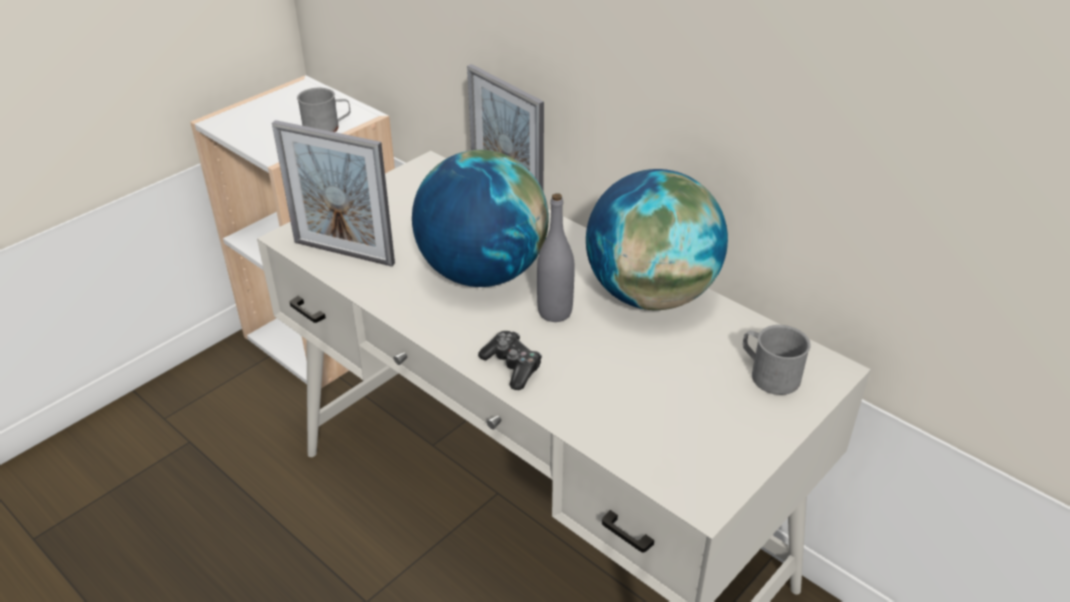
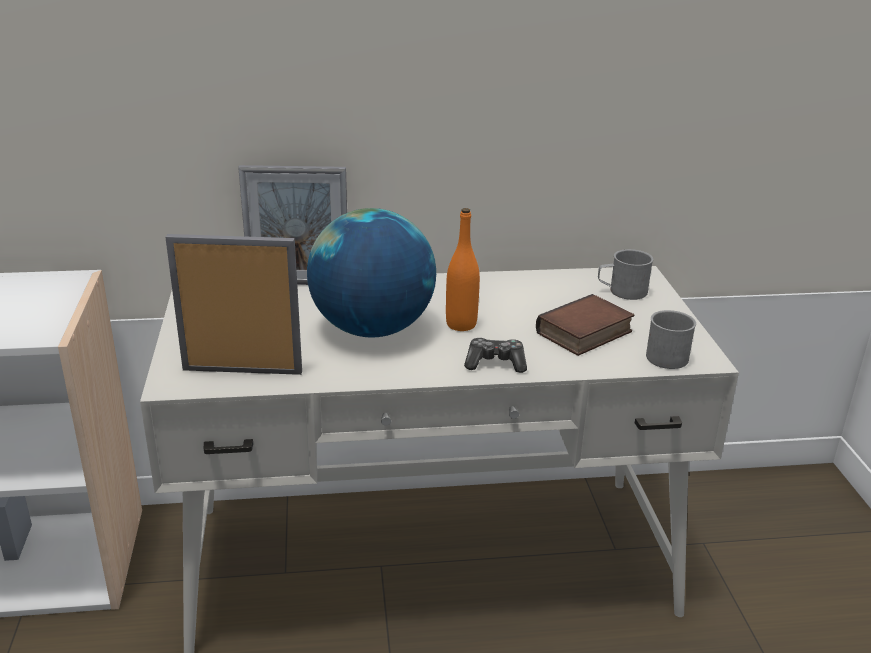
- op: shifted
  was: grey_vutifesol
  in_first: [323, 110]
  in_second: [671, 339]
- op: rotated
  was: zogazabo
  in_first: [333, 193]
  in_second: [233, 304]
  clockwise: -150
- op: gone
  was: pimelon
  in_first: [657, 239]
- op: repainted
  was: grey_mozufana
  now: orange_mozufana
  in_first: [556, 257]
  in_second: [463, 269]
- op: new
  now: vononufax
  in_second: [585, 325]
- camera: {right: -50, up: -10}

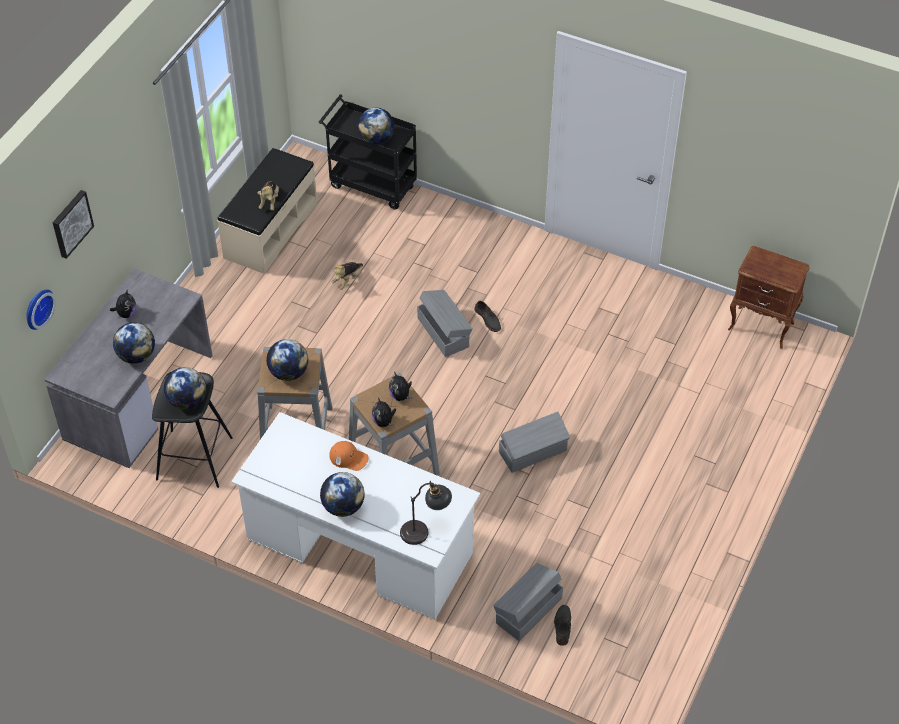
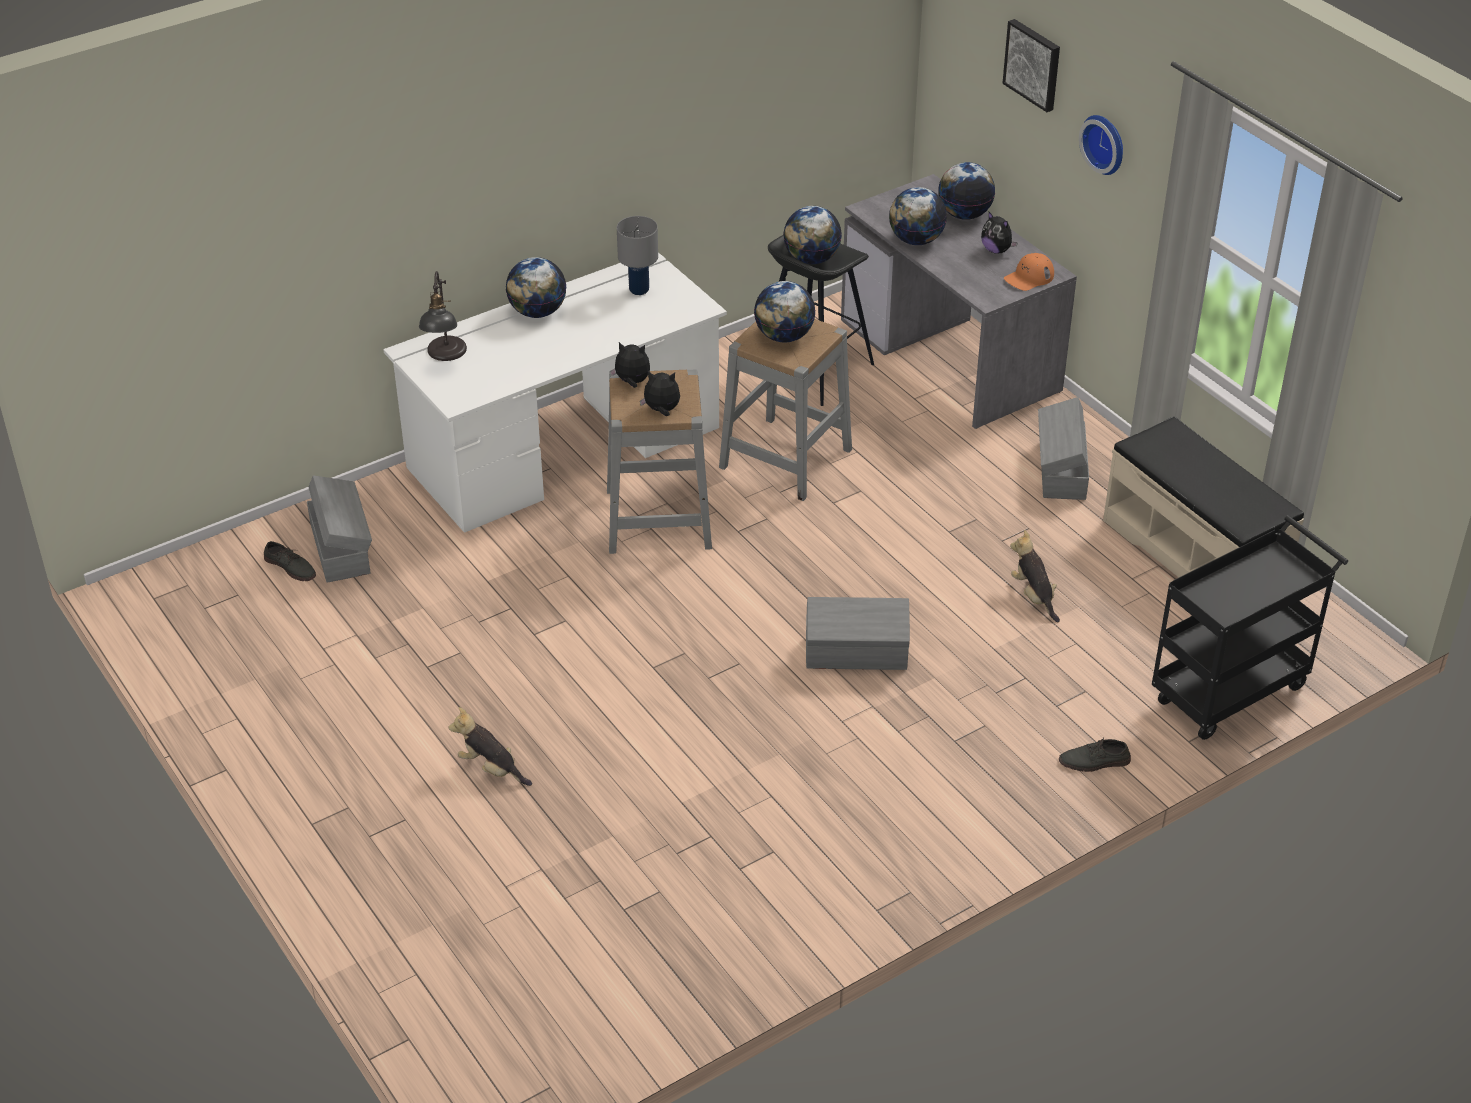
- op: shifted
  was: pimelon
  in_first: [375, 126]
  in_second: [966, 191]
- op: shifted
  was: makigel
  in_first: [268, 196]
  in_second: [490, 746]
- op: gone
  was: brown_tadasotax
  in_first: [769, 297]
- op: shifted
  was: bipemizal
  in_first: [41, 309]
  in_second: [1101, 145]
- op: shifted
  was: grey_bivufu
  in_first: [488, 316]
  in_second: [1095, 755]
- op: shifted
  was: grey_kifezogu
  in_first: [534, 442]
  in_second: [1063, 448]
- op: shifted
  was: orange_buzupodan
  in_first: [349, 456]
  in_second: [1029, 272]
- op: new
  now: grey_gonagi
  in_second: [637, 255]
- camera: {right: 120, up: -10}

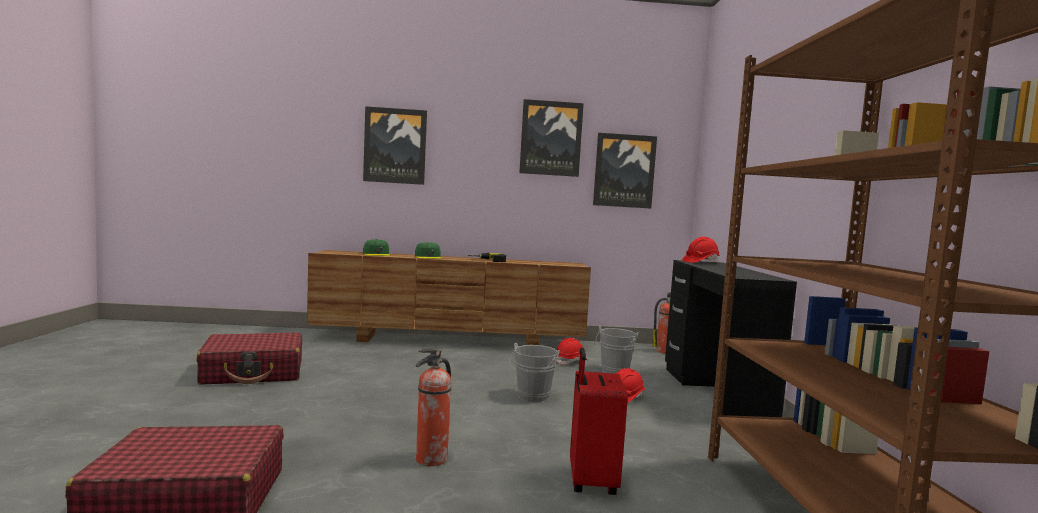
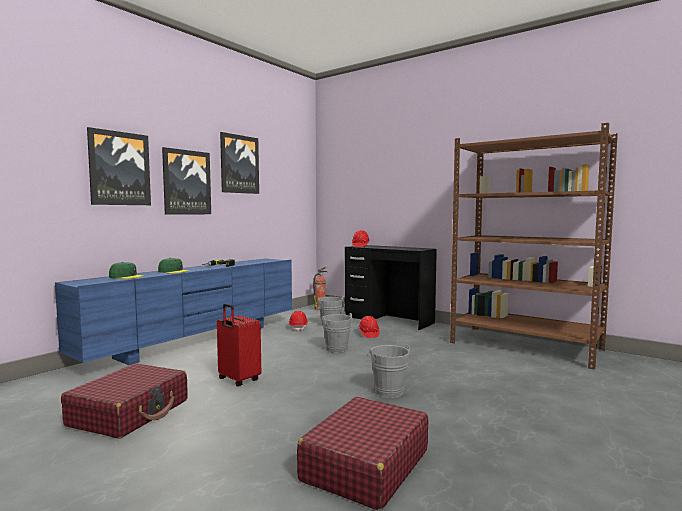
- op: shifted
  was: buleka
  in_first: [625, 170]
  in_second: [186, 181]
- op: repainted
  was: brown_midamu
  now: blue_midamu
  in_first: [449, 297]
  in_second: [173, 311]
- op: shifted
  was: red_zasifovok
  in_first: [599, 421]
  in_second: [239, 345]
- op: swapped
  was: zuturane
  now: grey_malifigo
  in_first: [433, 407]
  in_second: [388, 371]
- camera: {right: -50, up: 0}

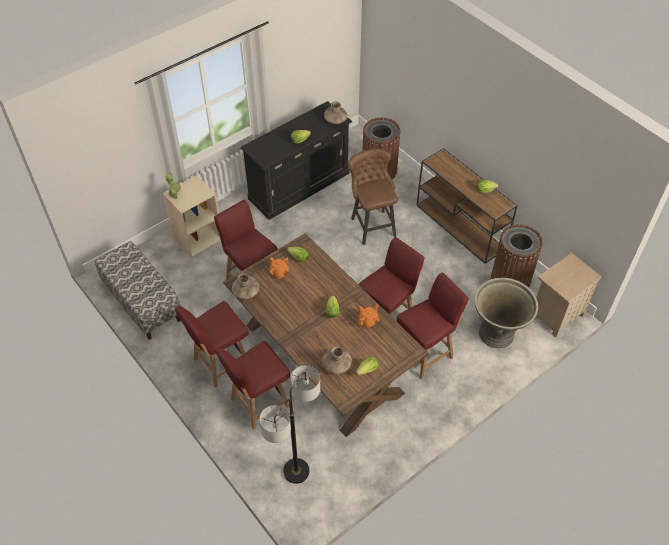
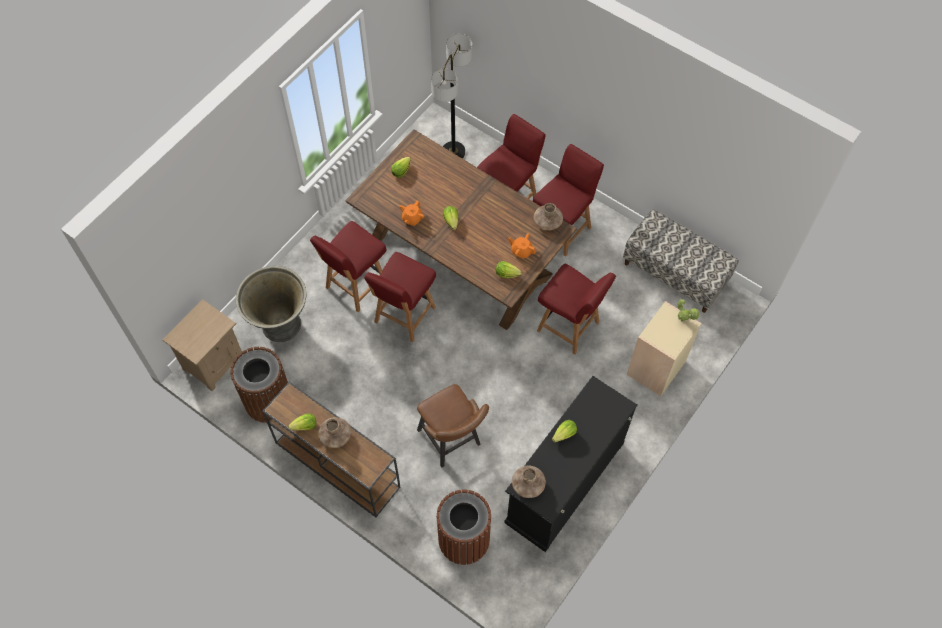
- op: shifted
  was: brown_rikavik
  in_first: [337, 360]
  in_second: [335, 432]
- camera: {right: 165, up: 10}

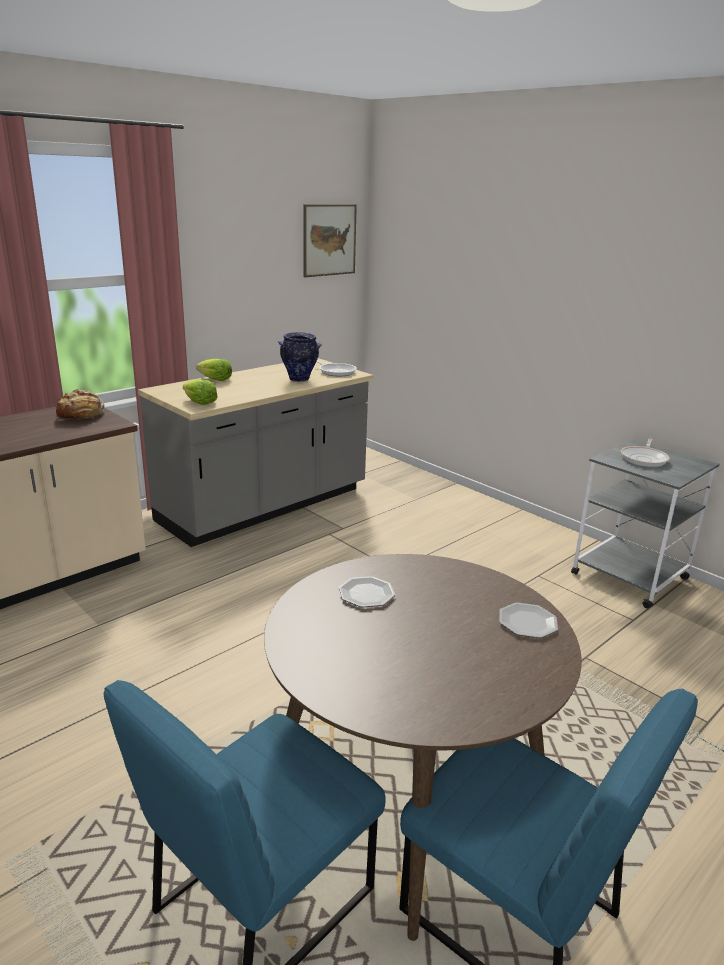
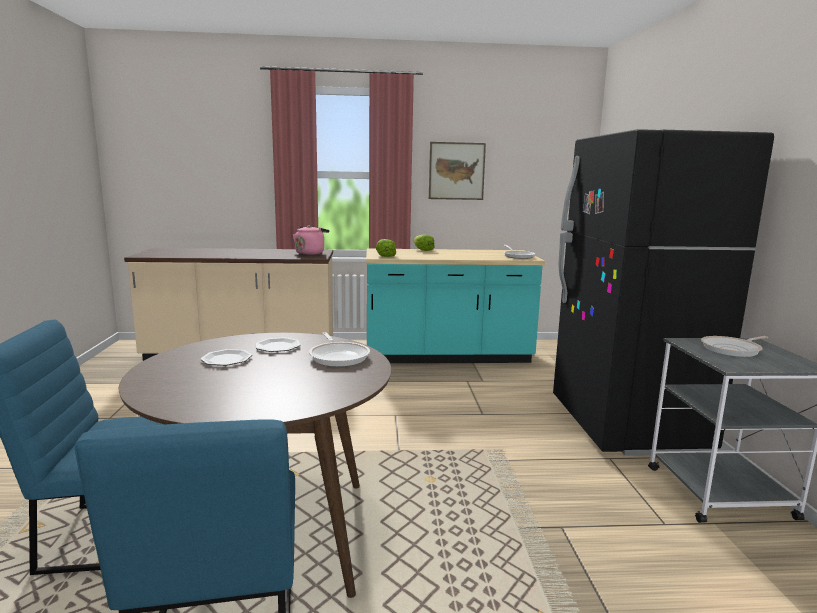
- op: shifted
  was: buleka
  in_first: [330, 240]
  in_second: [457, 171]
- op: gone
  was: rikavik
  in_first: [300, 357]
- op: repainted
  was: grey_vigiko
  now: turquoise_vigiko
  in_first: [255, 452]
  in_second: [455, 305]
- op: swapped
  was: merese
  now: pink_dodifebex
  in_first: [80, 405]
  in_second: [311, 240]
- op: shifted
  was: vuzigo
  in_first: [528, 620]
  in_second: [226, 357]
- op: new
  now: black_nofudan
  in_second: [663, 292]
- op: new
  now: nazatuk
  in_second: [339, 349]
- camera: {right: 40, up: -10}

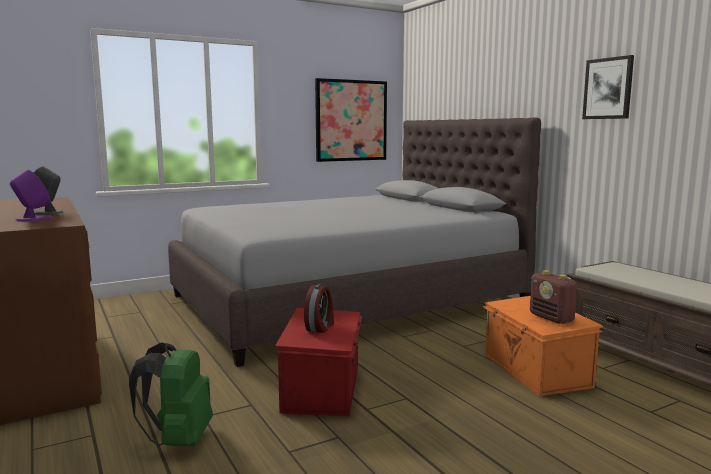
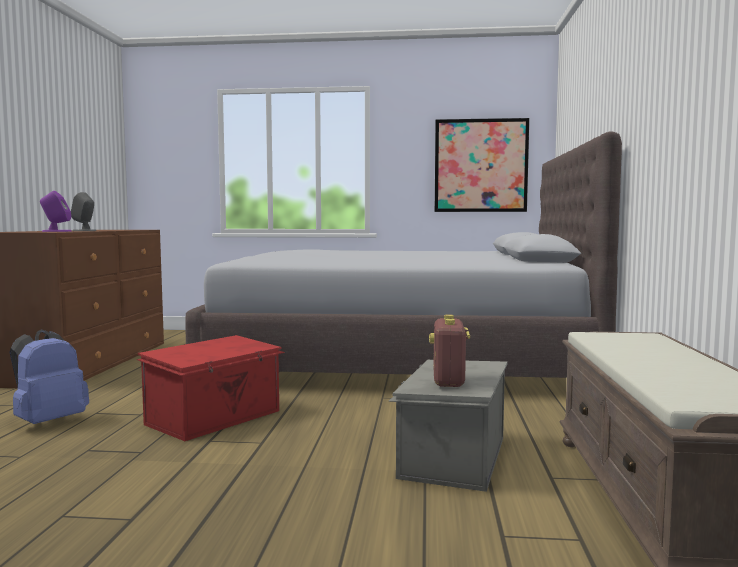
- op: gone
  was: buleka
  in_first: [608, 87]
- op: gone
  was: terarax
  in_first: [319, 308]
- op: repainted
  was: orange_kifezogu
  now: grey_kifezogu
  in_first: [542, 346]
  in_second: [448, 426]
- op: repainted
  was: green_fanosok
  now: blue_fanosok
  in_first: [171, 394]
  in_second: [49, 377]
- camera: {right: 35, up: -5}

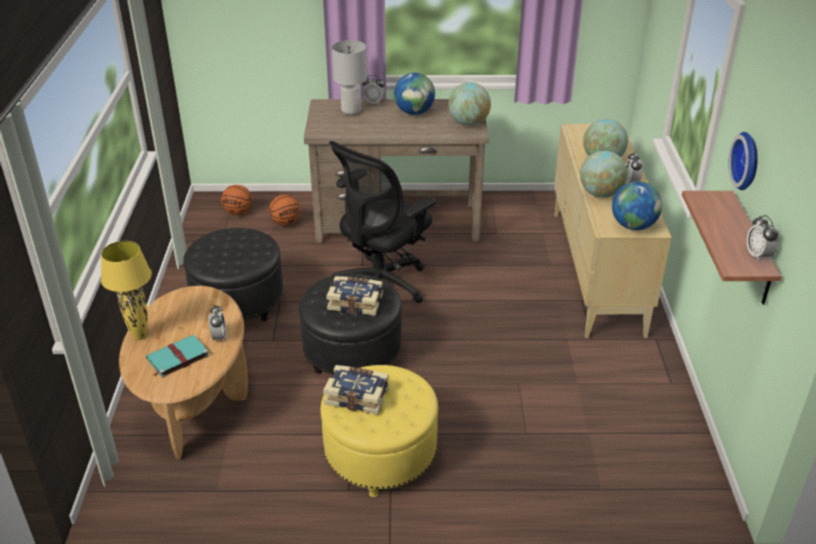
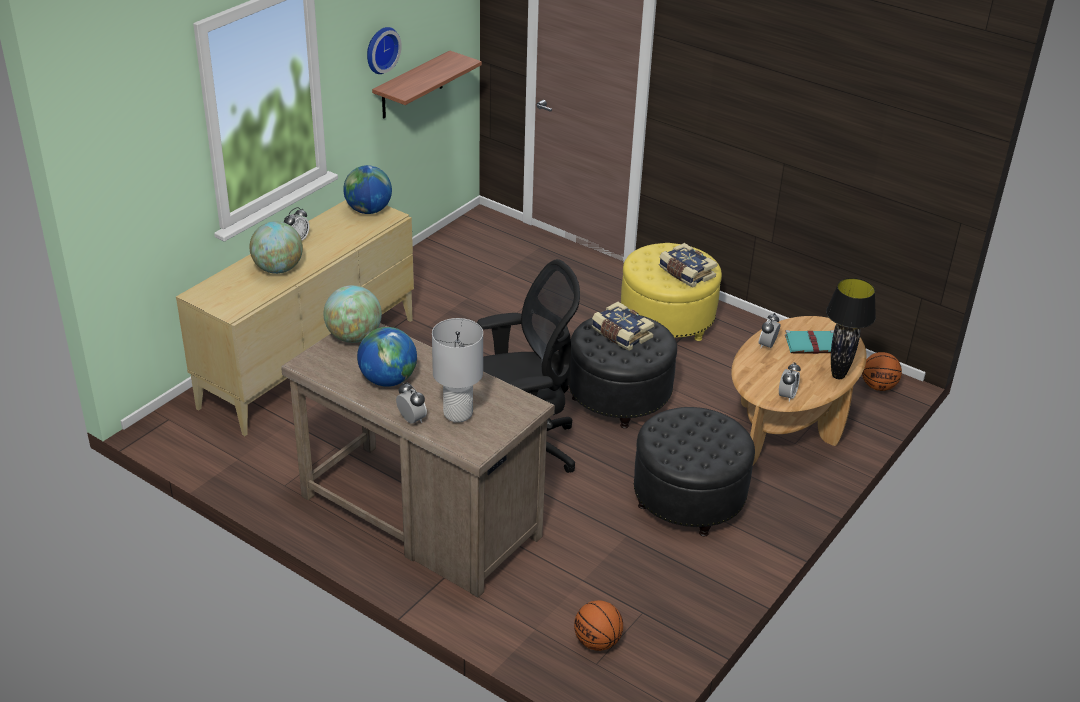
- op: gone
  was: pimelon
  in_first: [604, 174]
- op: shifted
  was: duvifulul
  in_first: [284, 210]
  in_second: [882, 371]
- op: shifted
  was: terarax
  in_first: [763, 238]
  in_second: [790, 382]
- op: repainted
  was: yellow_gonagi
  now: black_gonagi
  in_first: [126, 290]
  in_second: [851, 328]
- camera: {right: -145, up: 0}

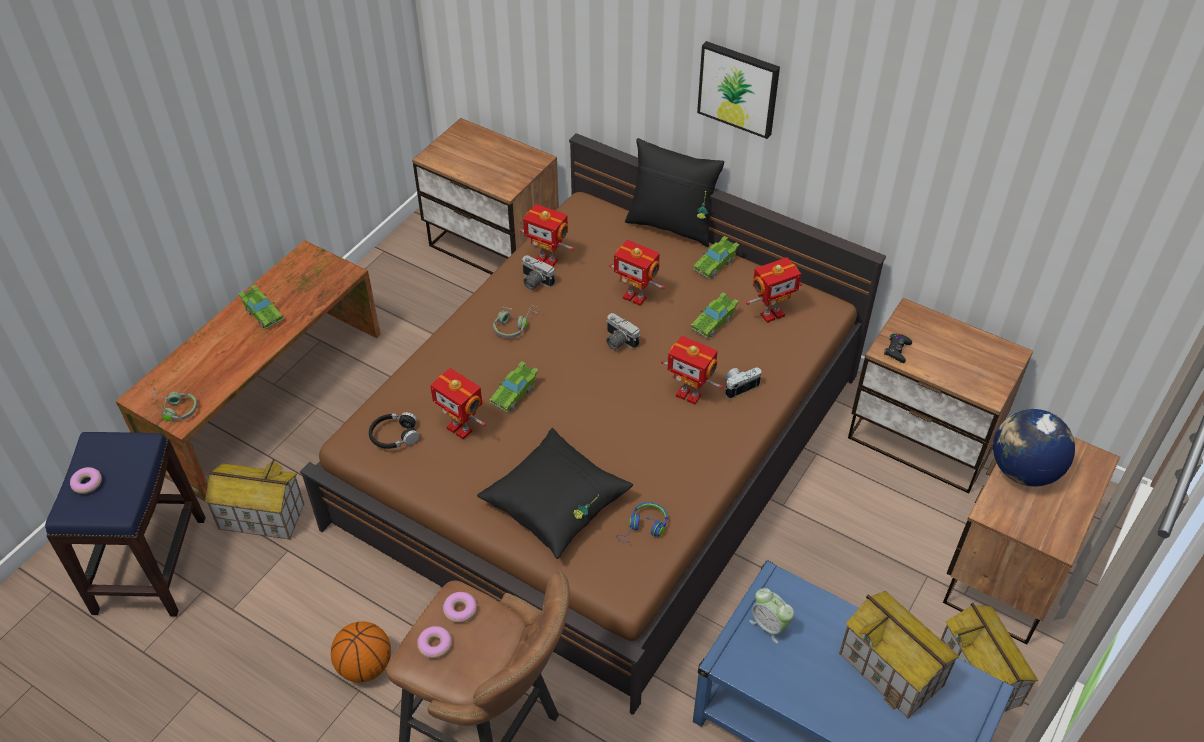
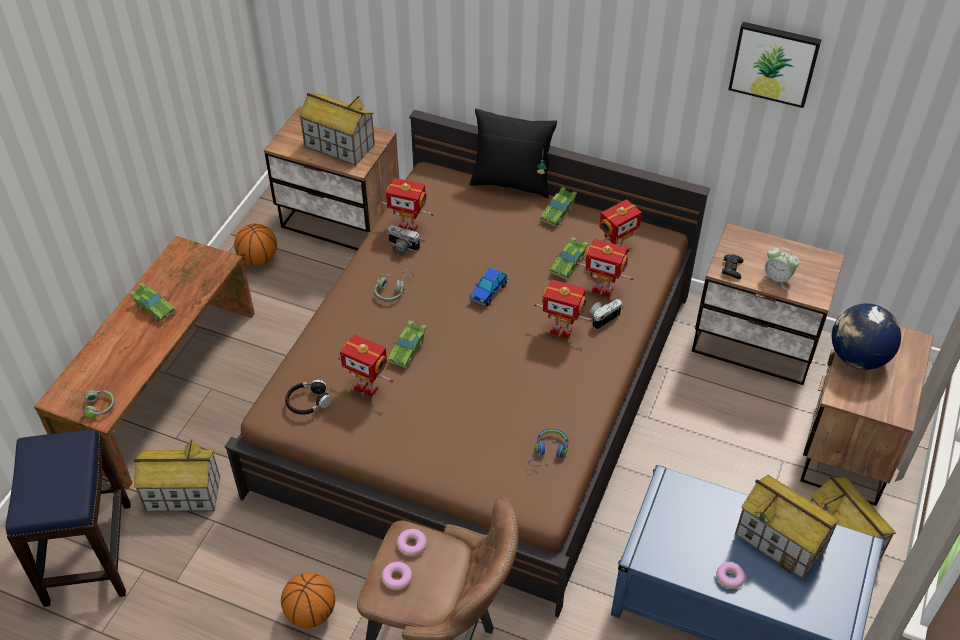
- op: shifted
  was: buleka
  in_first: [738, 90]
  in_second: [775, 65]
- op: shifted
  was: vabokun
  in_first: [637, 273]
  in_second: [605, 268]
- op: swapped
  was: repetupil
  now: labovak
  in_first: [623, 331]
  in_second: [488, 287]
- op: gone
  was: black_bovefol
  in_first: [555, 493]
- op: shifted
  was: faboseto
  in_first: [86, 480]
  in_second: [730, 575]
- op: shifted
  was: terarax
  in_first: [771, 615]
  in_second: [781, 268]
- op: new
  now: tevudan
  in_second: [336, 129]
- op: new
  now: duvifulul
  in_second: [255, 244]
- camera: {right: -10, up: 0}

